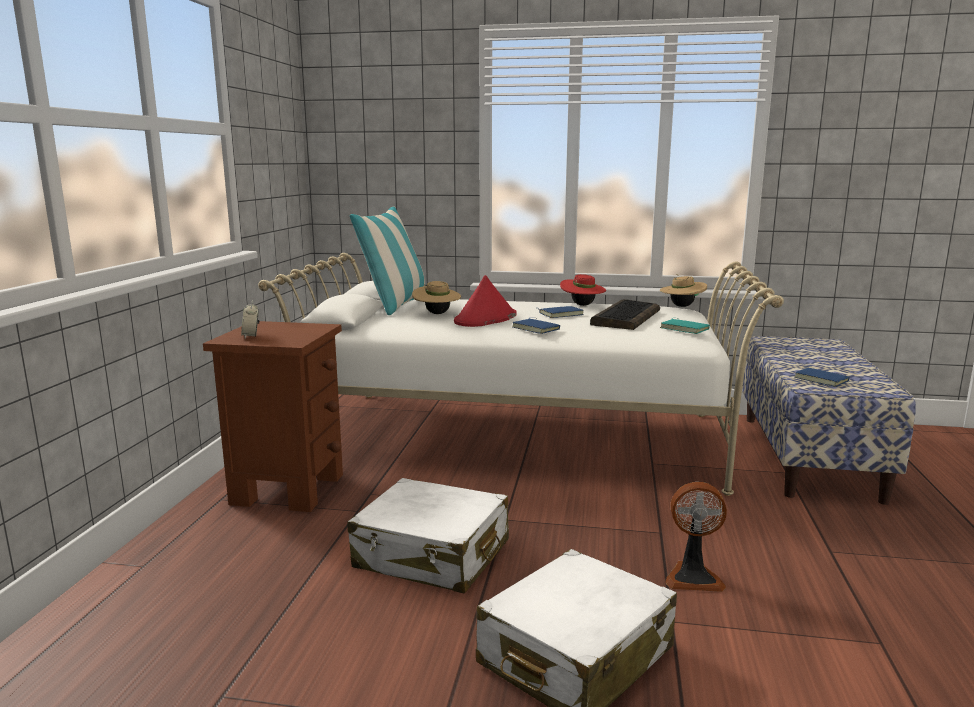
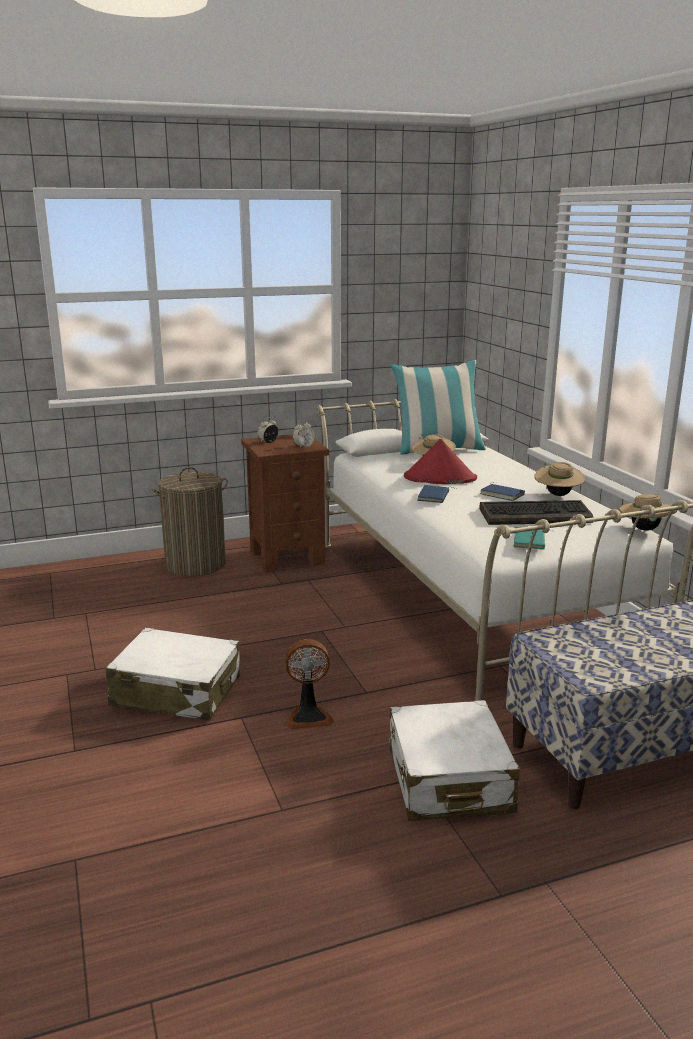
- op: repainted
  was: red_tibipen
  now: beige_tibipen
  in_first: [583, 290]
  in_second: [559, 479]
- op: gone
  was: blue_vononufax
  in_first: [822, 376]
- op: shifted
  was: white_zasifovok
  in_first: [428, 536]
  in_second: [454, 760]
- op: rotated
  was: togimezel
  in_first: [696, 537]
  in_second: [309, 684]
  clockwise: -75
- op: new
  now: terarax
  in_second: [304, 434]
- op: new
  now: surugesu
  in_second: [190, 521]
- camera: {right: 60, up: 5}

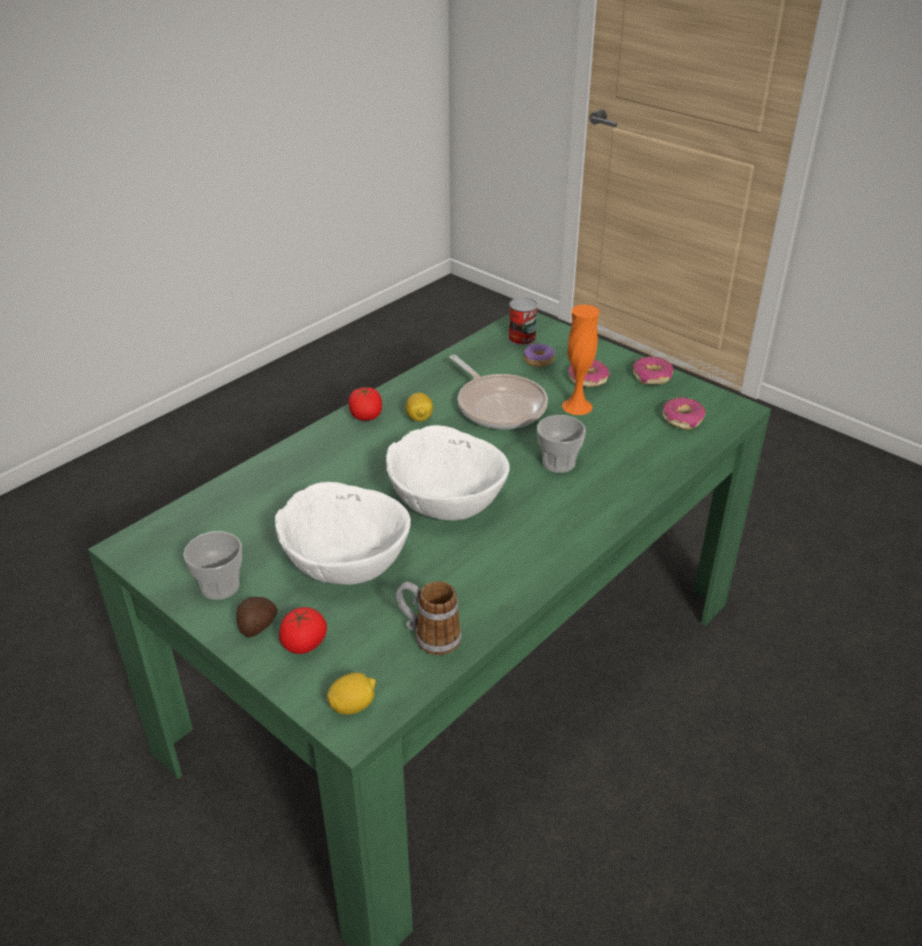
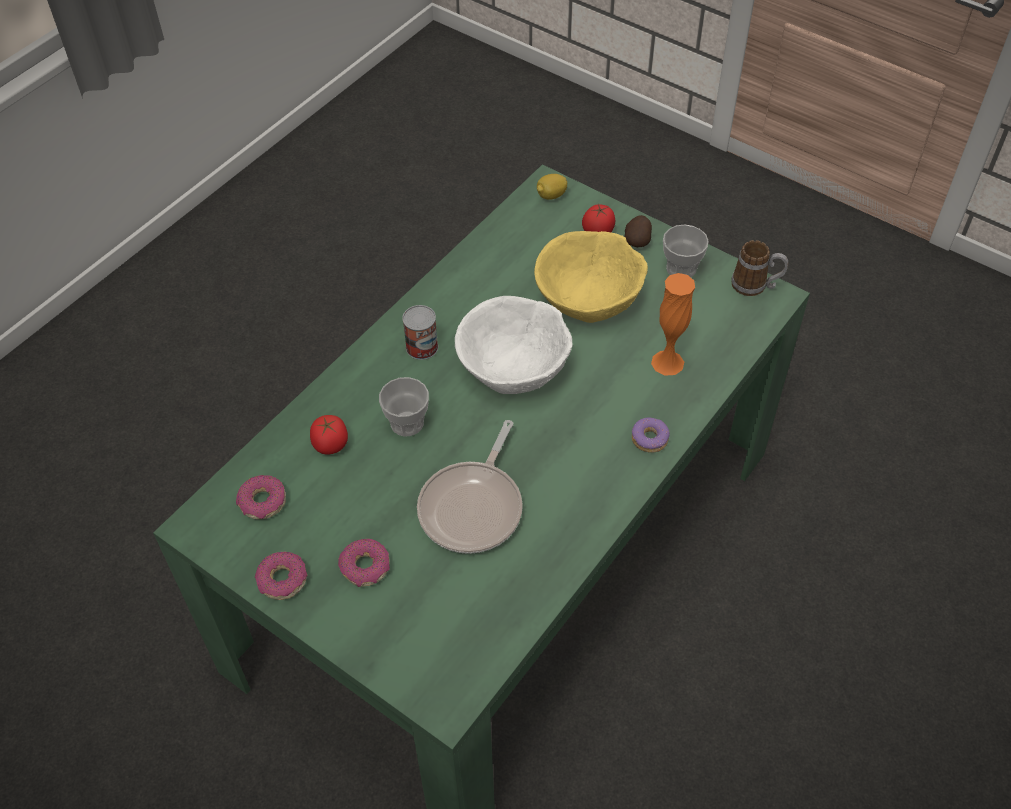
- op: shifted
  was: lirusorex
  in_first: [523, 321]
  in_second: [420, 332]
- op: shifted
  was: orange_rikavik
  in_first: [580, 359]
  in_second: [673, 324]
- op: shifted
  was: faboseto
  in_first: [539, 355]
  in_second: [651, 435]
- op: rotated
  was: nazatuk
  in_first: [498, 392]
  in_second: [470, 487]
  clockwise: -120
- op: shifted
  was: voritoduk
  in_first: [365, 404]
  in_second: [329, 434]
- op: gone
  was: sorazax
  in_first: [419, 407]
- op: repainted
  was: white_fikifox
  now: yellow_fikifox
  in_first: [343, 533]
  in_second: [591, 277]
- op: shifted
  was: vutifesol
  in_first: [429, 618]
  in_second: [759, 268]
- camera: {right: 175, up: 15}

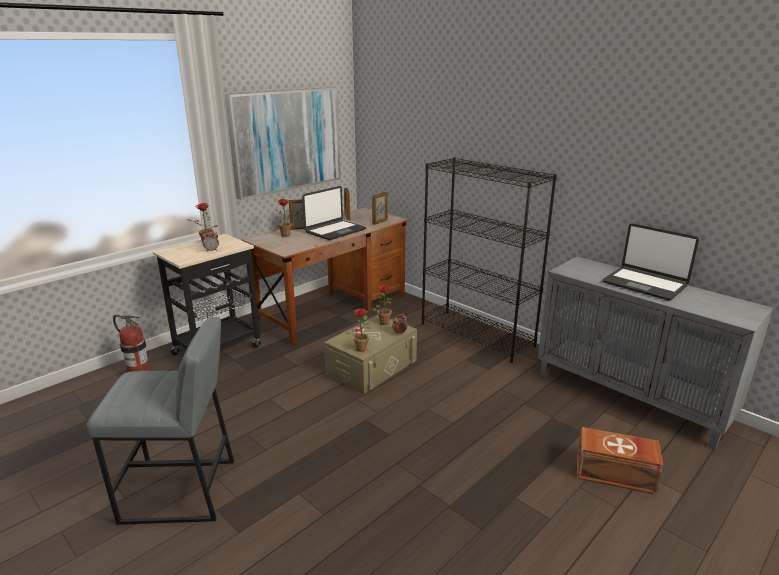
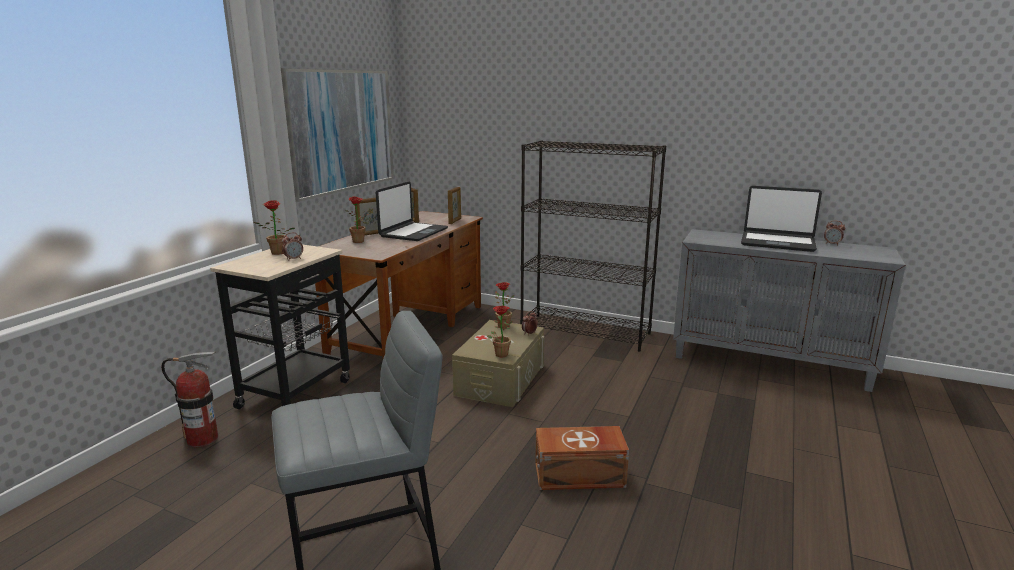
- op: shifted
  was: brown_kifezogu
  in_first: [620, 461]
  in_second: [582, 458]
- op: new
  now: terarax
  in_second: [834, 232]
- camera: {right: -20, up: -5}

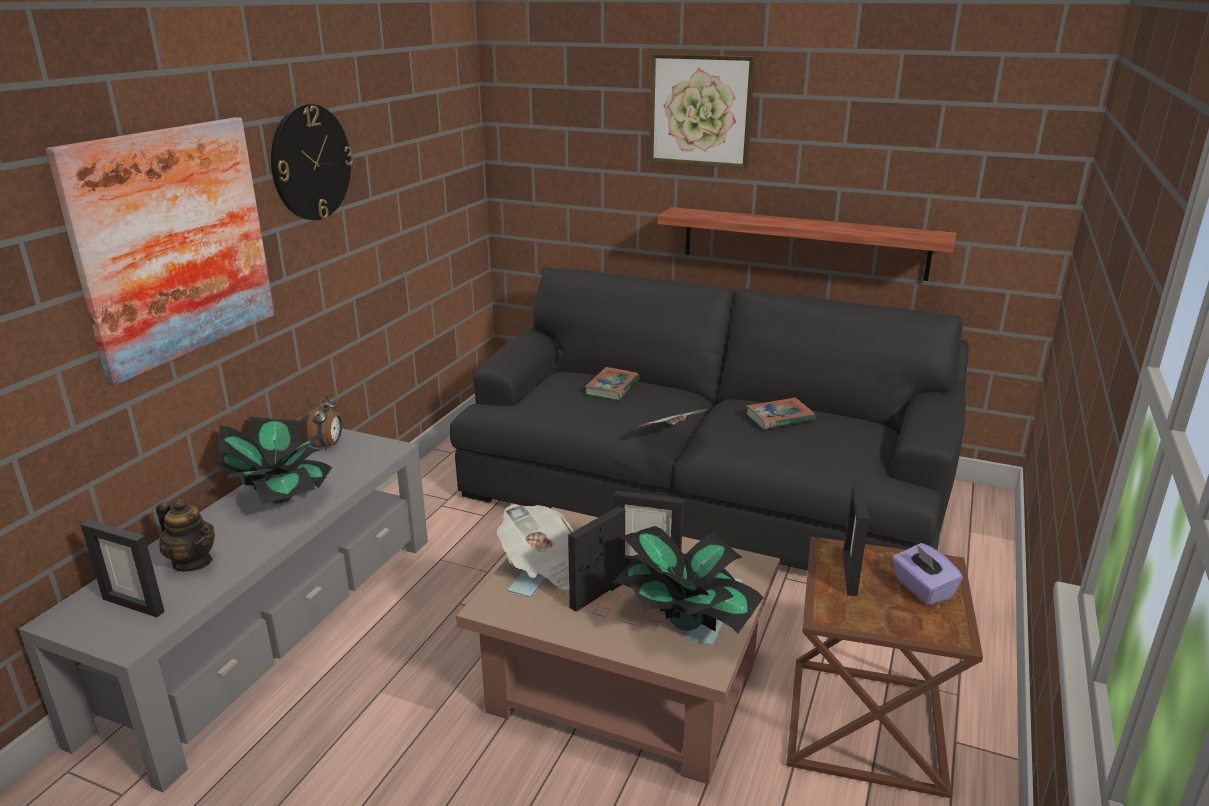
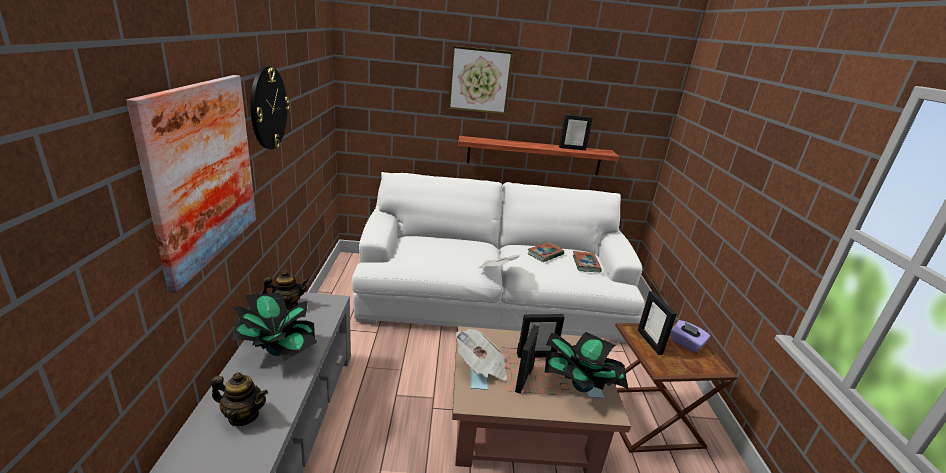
- op: repainted
  was: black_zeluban
  now: white_zeluban
  in_first: [709, 419]
  in_second: [498, 257]
- op: shifted
  was: vononufax
  in_first: [612, 383]
  in_second: [587, 261]
- op: swapped
  was: terarax
  now: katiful
  in_first: [324, 423]
  in_second: [285, 290]
- op: shifted
  was: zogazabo
  in_first: [123, 568]
  in_second: [576, 132]
- camera: {right: -25, up: 0}

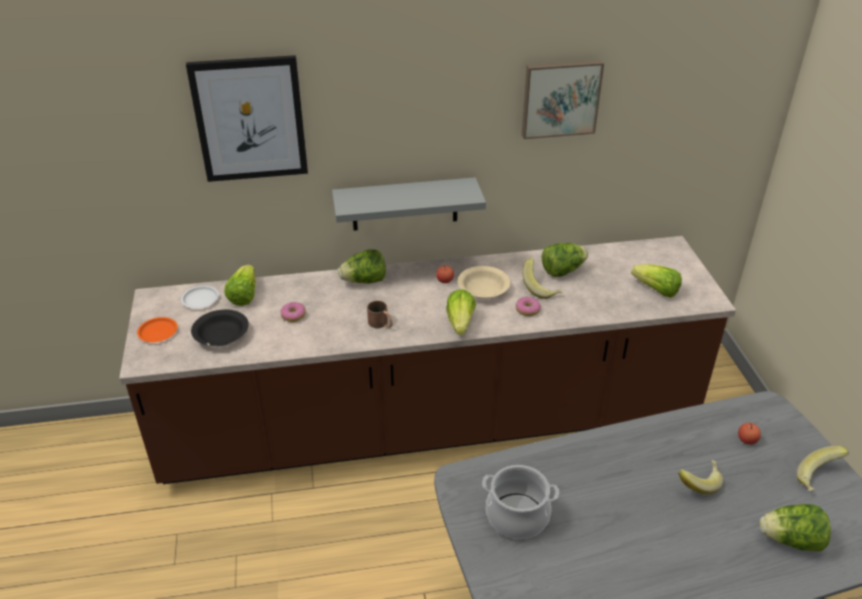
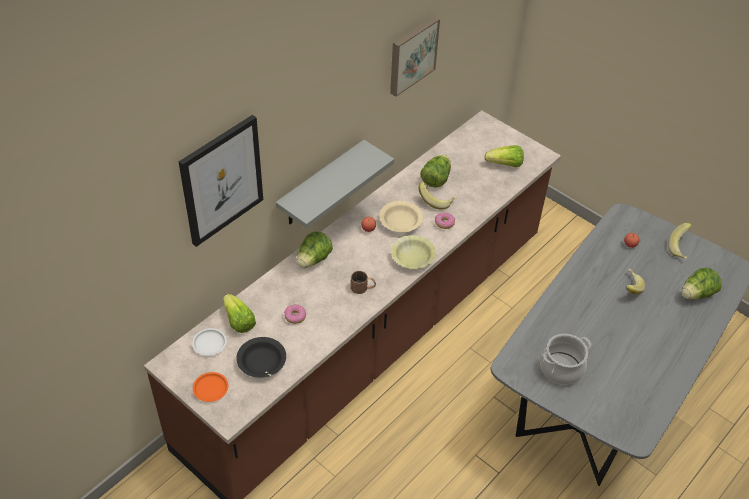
- op: swapped
  was: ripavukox
  now: yellow_fikifox
  in_first: [461, 312]
  in_second: [413, 252]
- camera: {right: -40, up: 10}

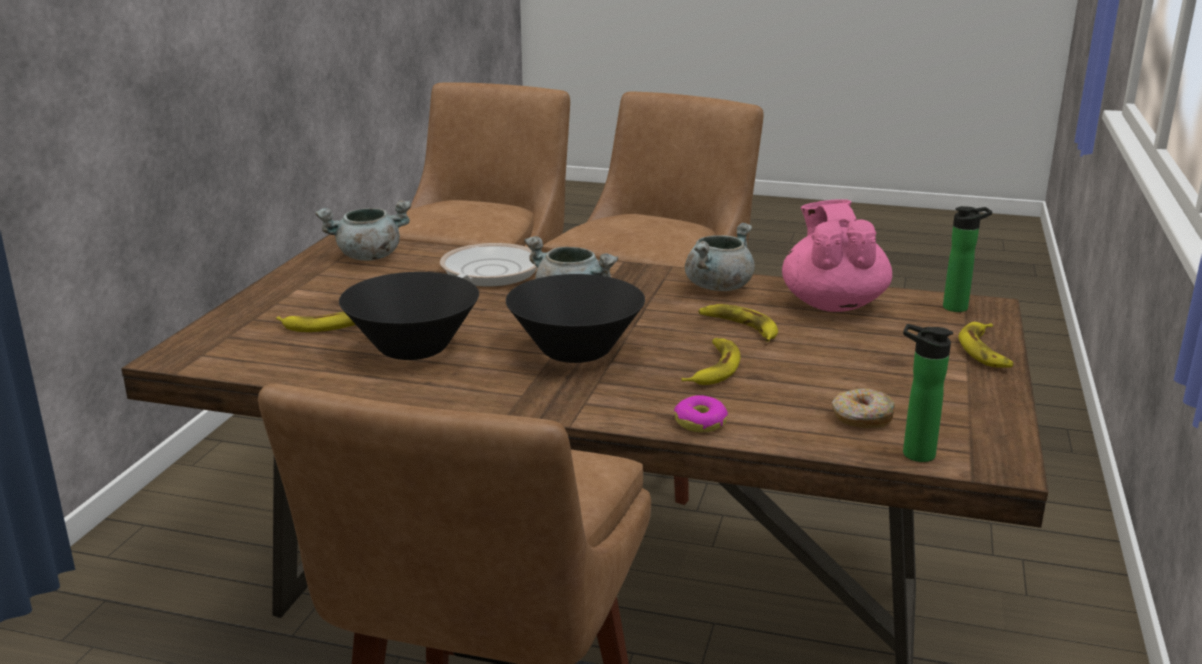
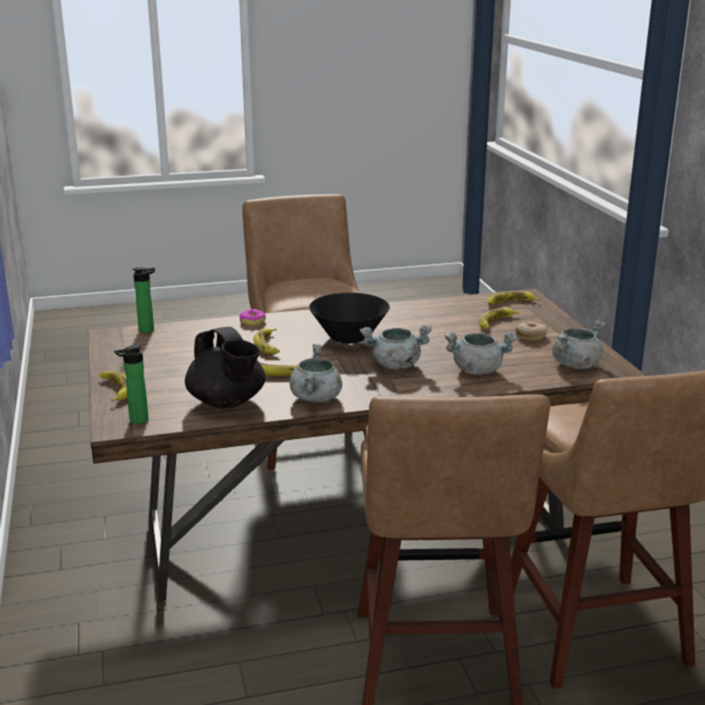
- op: repainted
  was: pink_katiful
  now: black_katiful
  in_first: [837, 255]
  in_second: [225, 367]
- op: swapped
  was: nazatuk
  now: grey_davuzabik
  in_first: [488, 265]
  in_second: [481, 353]
- op: gone
  was: black_fikifox
  in_first: [409, 316]
- op: shifted
  was: faboseto
  in_first: [863, 408]
  in_second: [531, 331]
- op: new
  now: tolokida
  in_second: [513, 298]
- camera: {right: 150, up: 0}

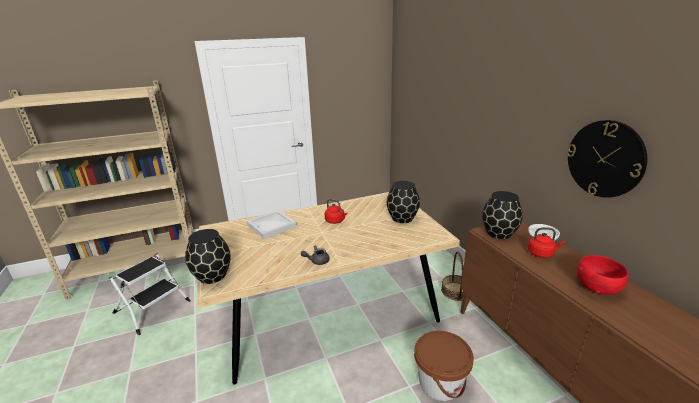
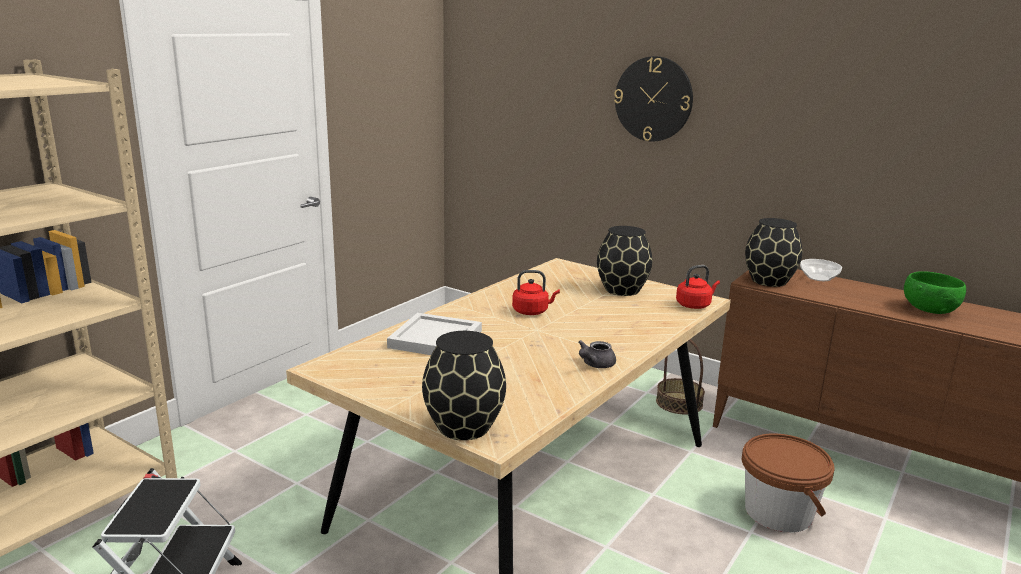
- op: shifted
  was: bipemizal
  in_first: [607, 159]
  in_second: [653, 99]
- op: shifted
  was: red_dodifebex
  in_first: [546, 242]
  in_second: [698, 287]
- op: repainted
  was: red_fikifox
  now: green_fikifox
  in_first: [603, 275]
  in_second: [935, 292]
- camera: {right: -35, up: -5}

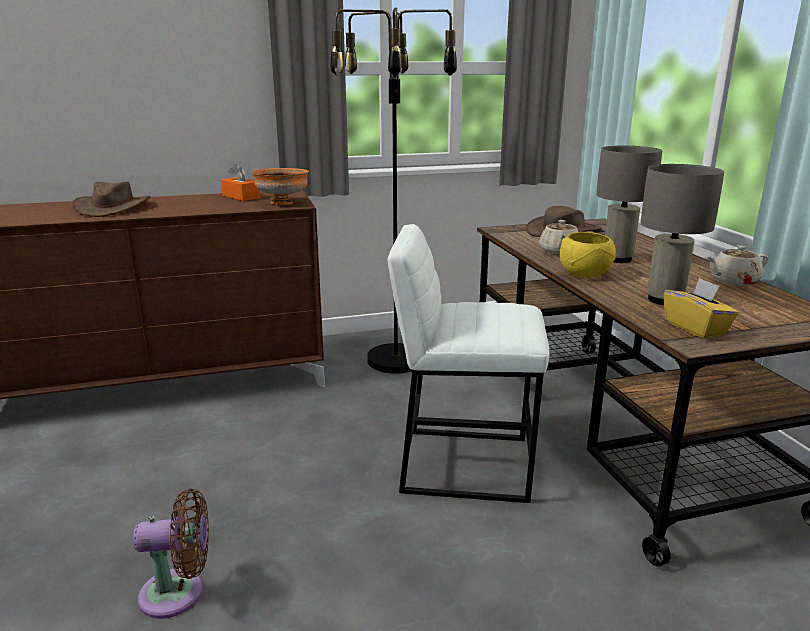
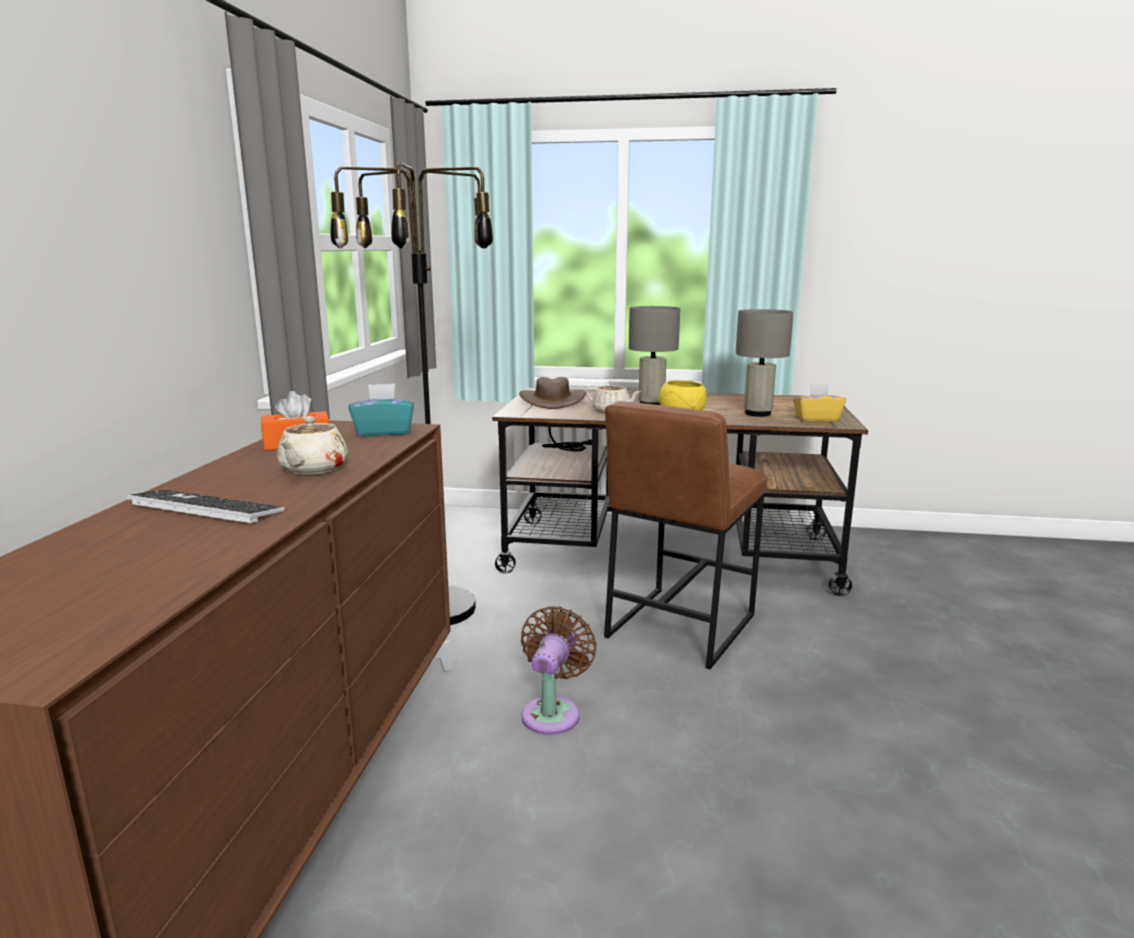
- op: swapped
  was: orange_fikifox
  now: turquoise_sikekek
  in_first: [280, 186]
  in_second: [381, 409]
- op: swapped
  was: brown_tibipen
  now: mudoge
  in_first: [111, 199]
  in_second: [205, 506]
- op: repainted
  was: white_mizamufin
  now: brown_mizamufin
  in_first: [468, 363]
  in_second: [685, 535]
- op: shifted
  was: beige_katiful
  in_first: [737, 265]
  in_second: [312, 446]
- op: shifted
  was: brown_togimezel
  in_first: [171, 554]
  in_second: [559, 670]
- camera: {right: -65, up: -5}

